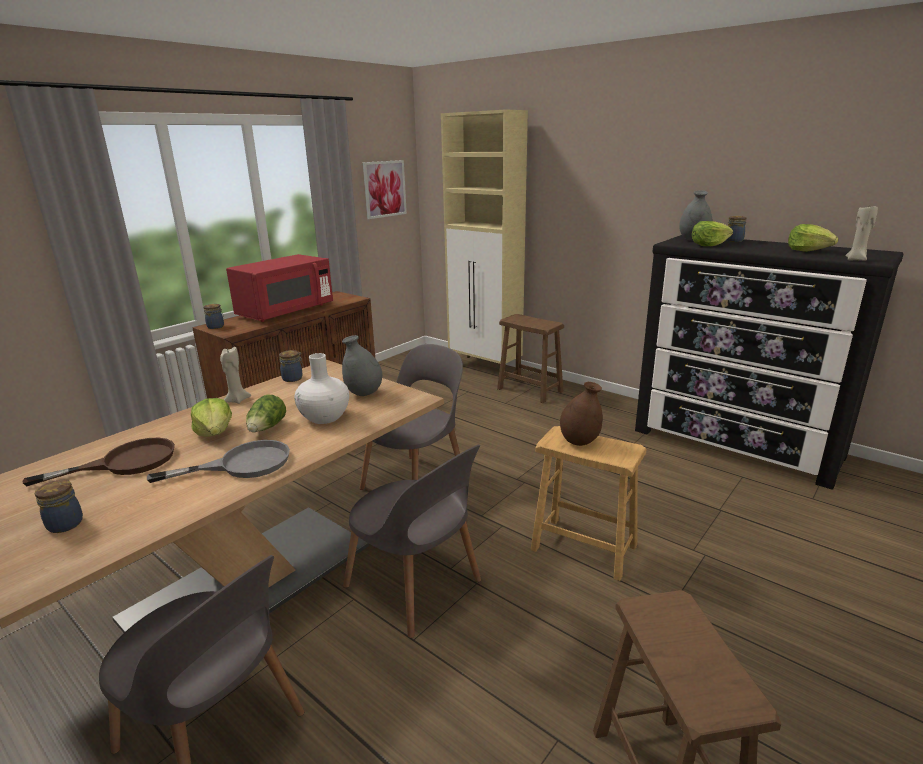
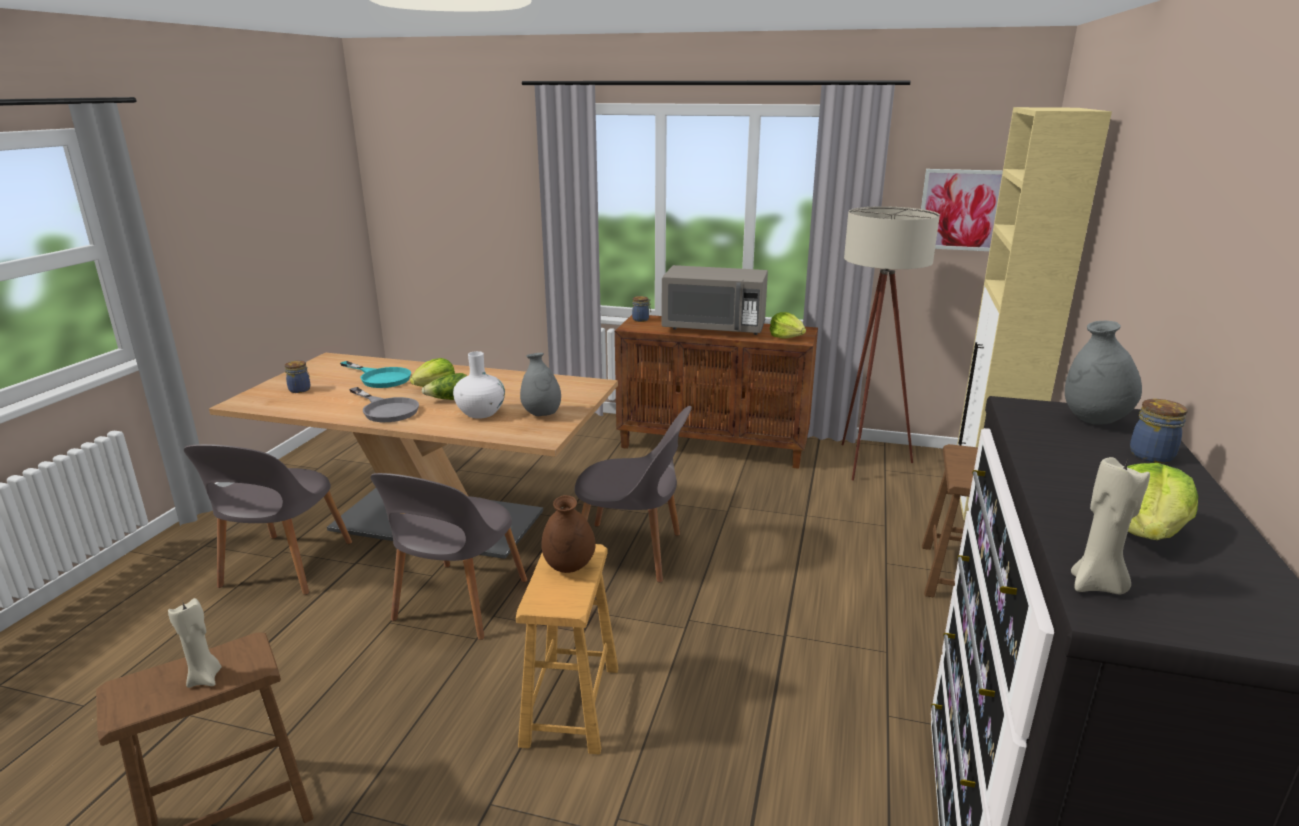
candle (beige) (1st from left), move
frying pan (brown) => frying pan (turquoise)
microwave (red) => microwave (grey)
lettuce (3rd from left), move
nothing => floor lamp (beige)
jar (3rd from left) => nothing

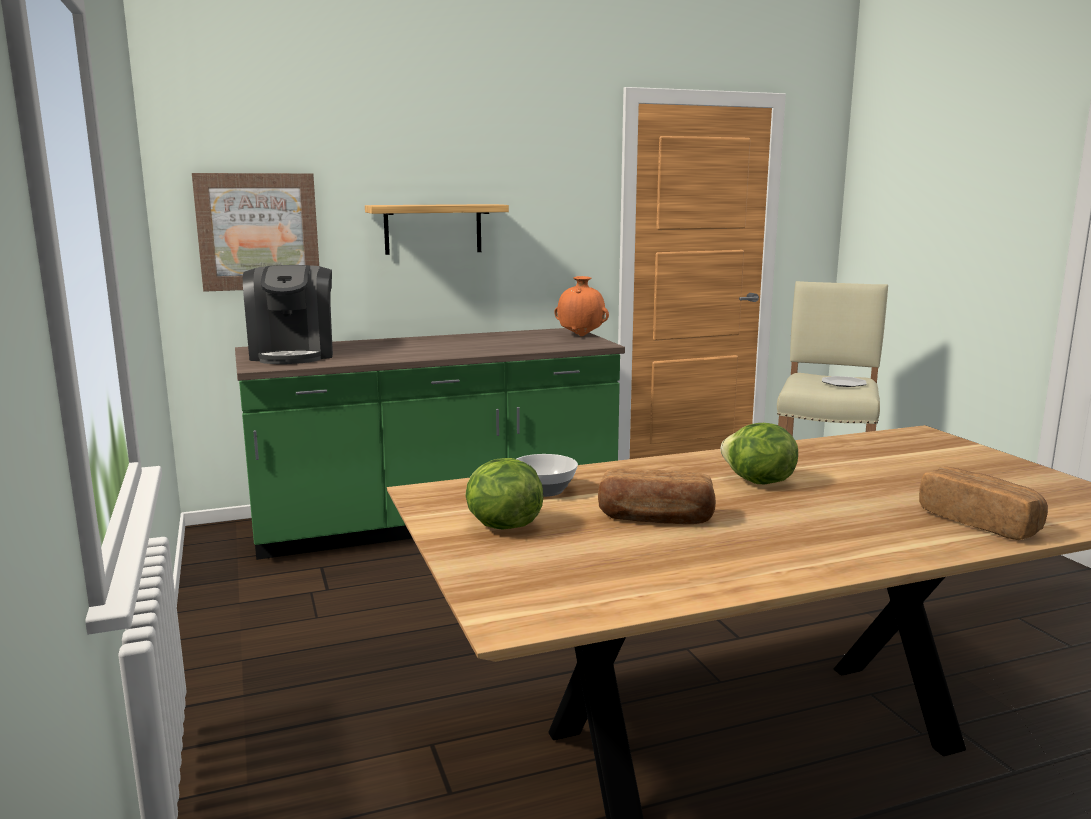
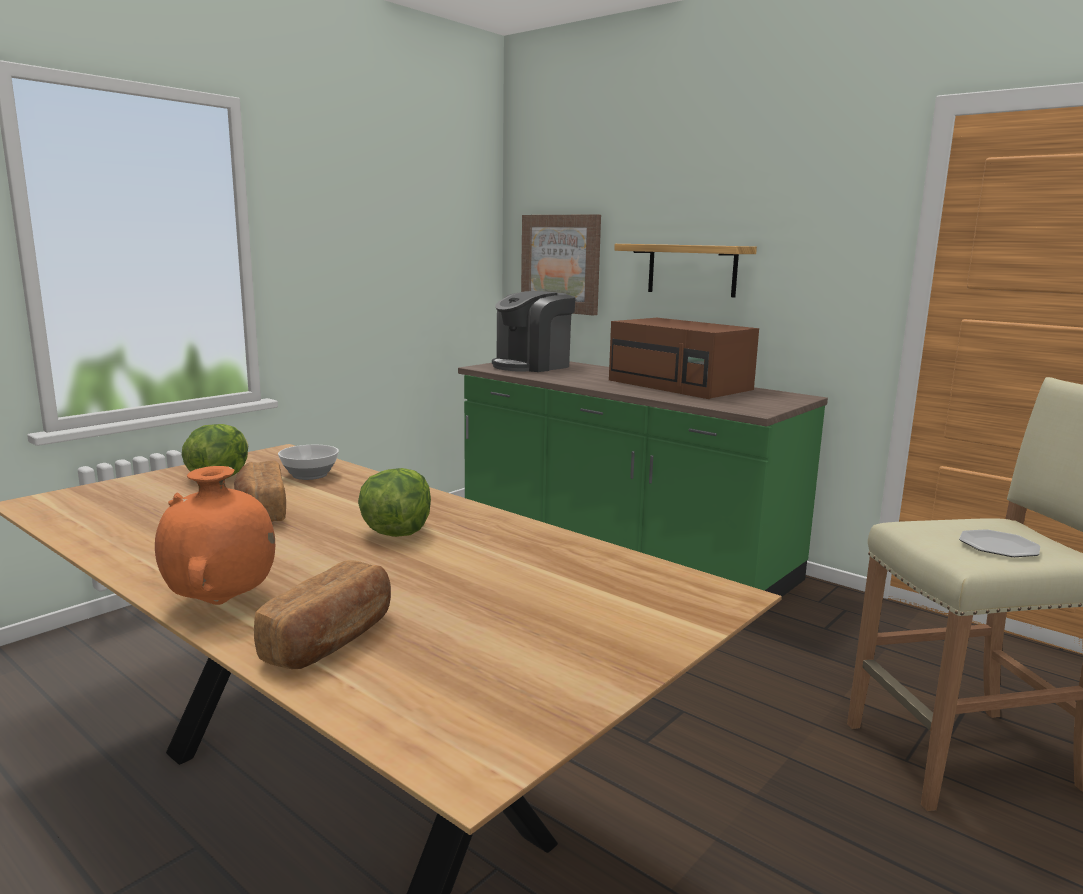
vase (orange), move
nothing => microwave (brown)

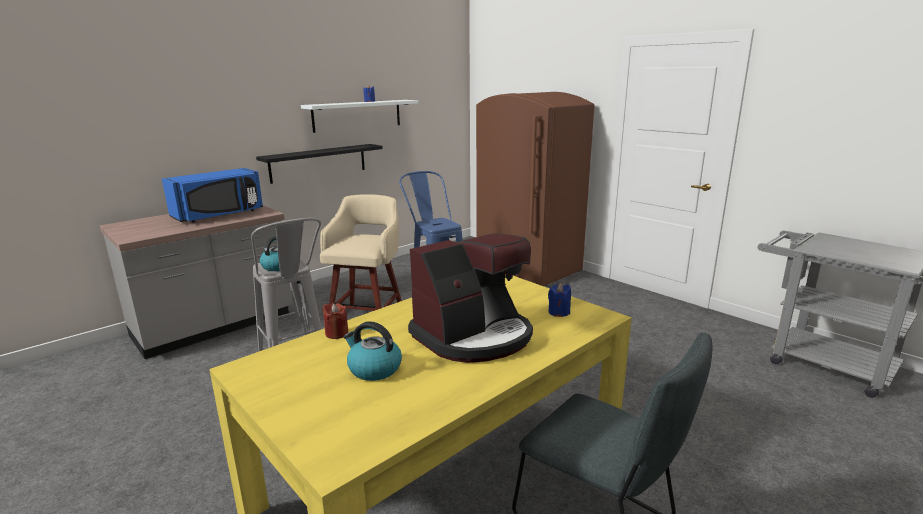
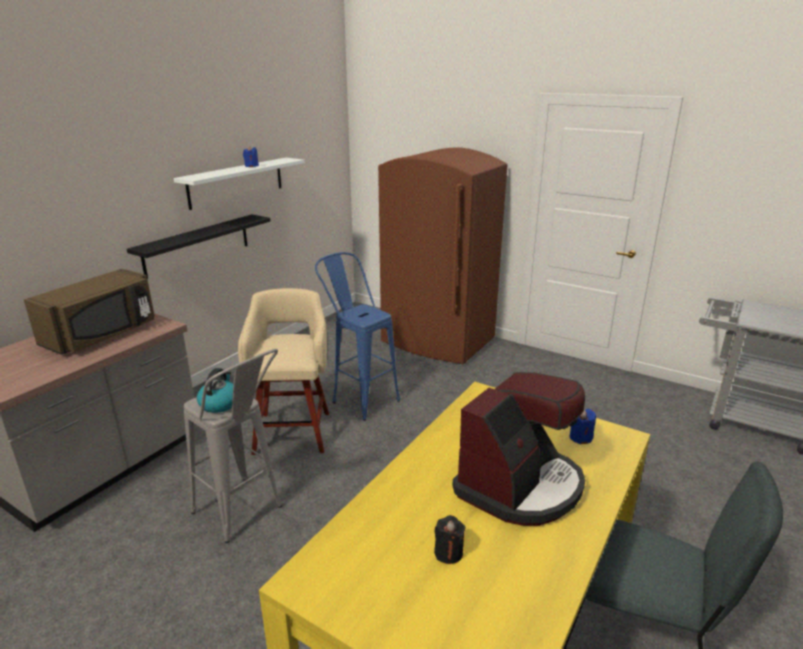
microwave (blue) => microwave (brown)
kettle (2nd from left) => candle (black)
candle (red) => nothing

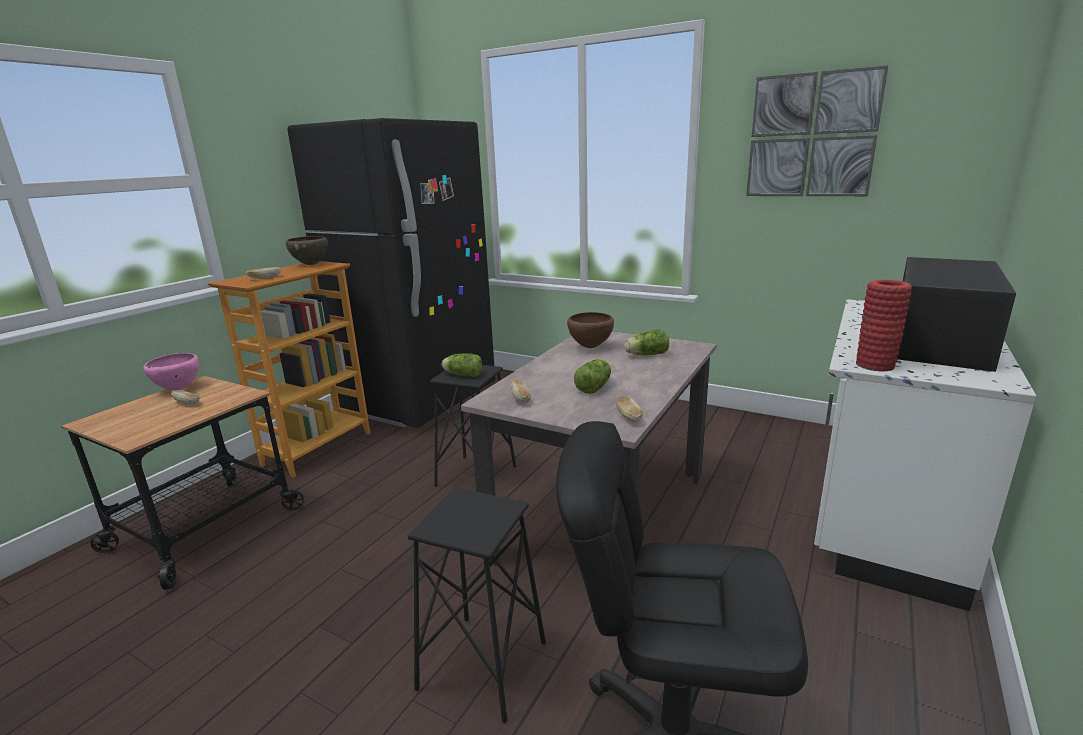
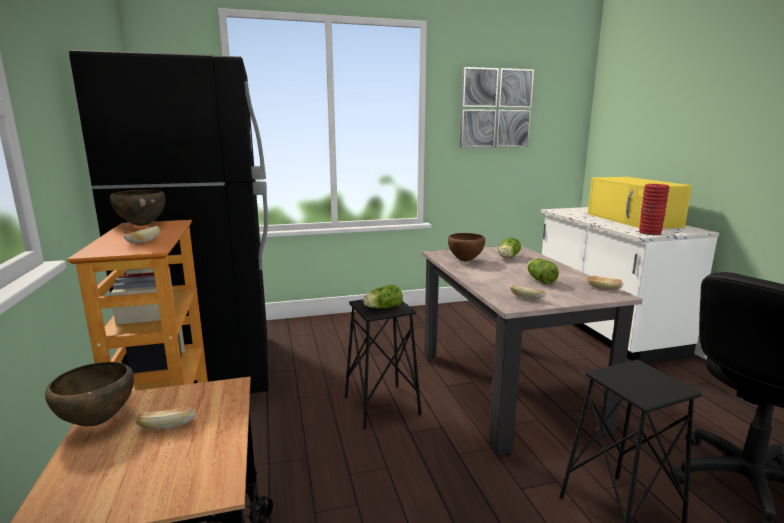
bowl (pink) => bowl (brown) (1st from left)
microwave (black) => microwave (yellow)

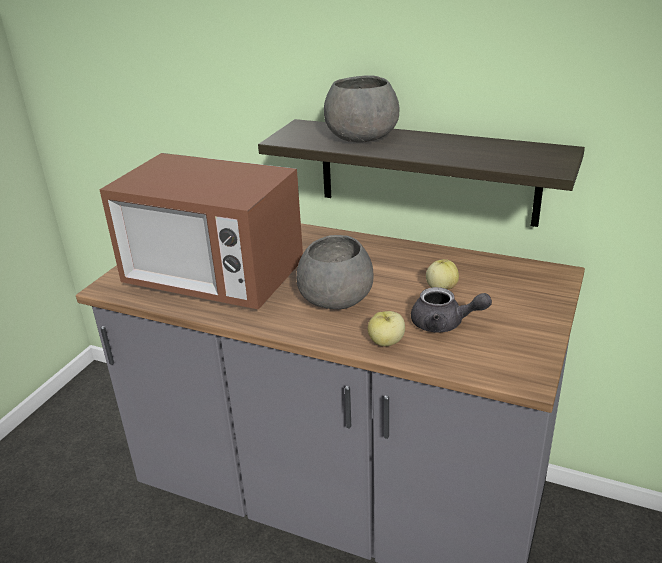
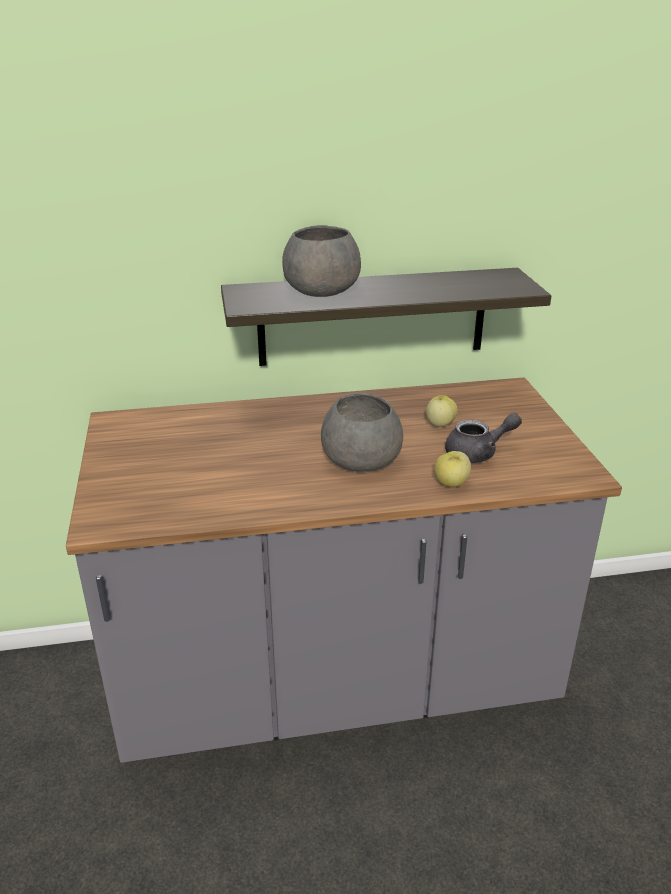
microwave => nothing

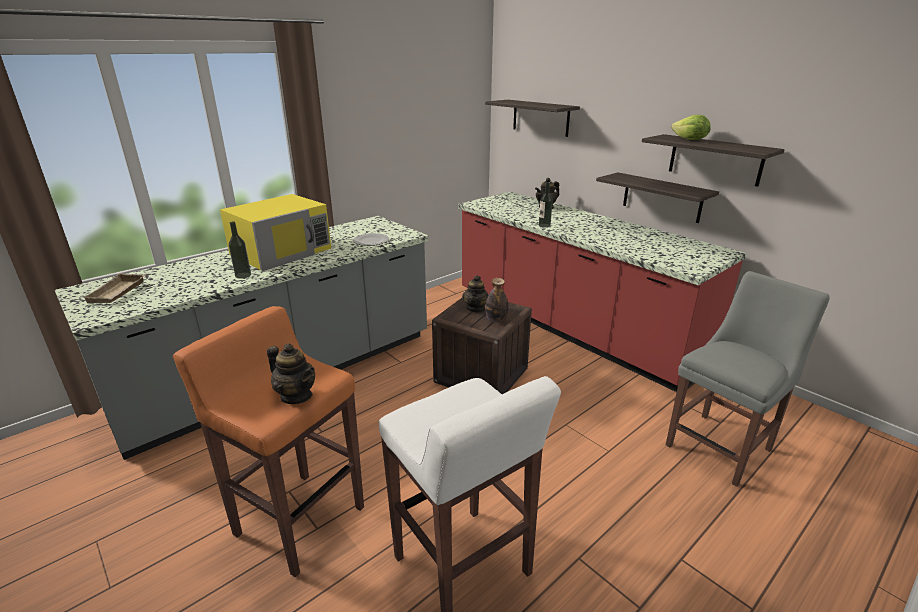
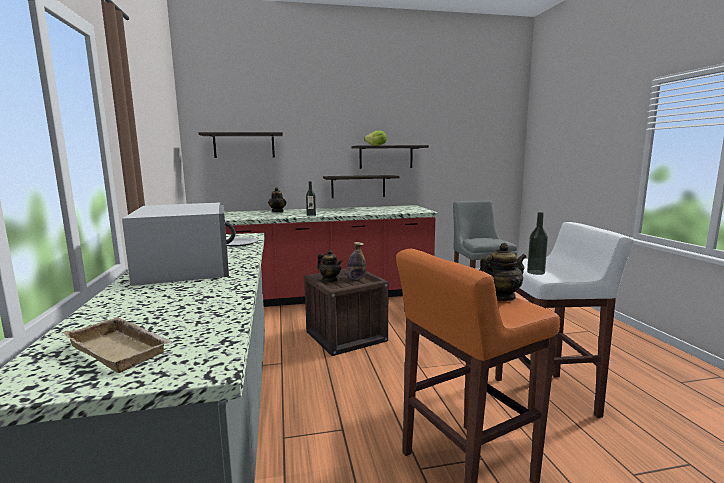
microwave (yellow) => microwave (white)
bottle (1st from left in the first image) => bottle (3rd from left), move

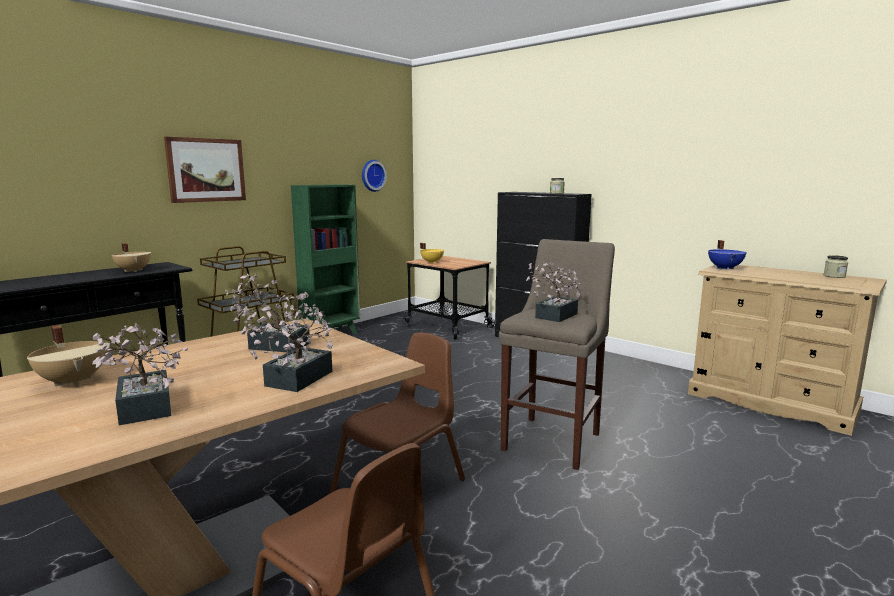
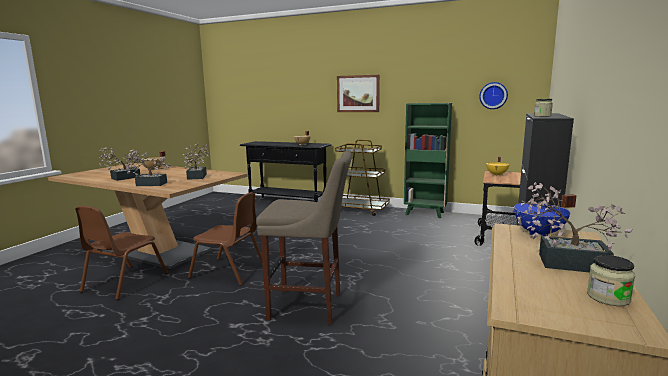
potted plant (4th from left), move

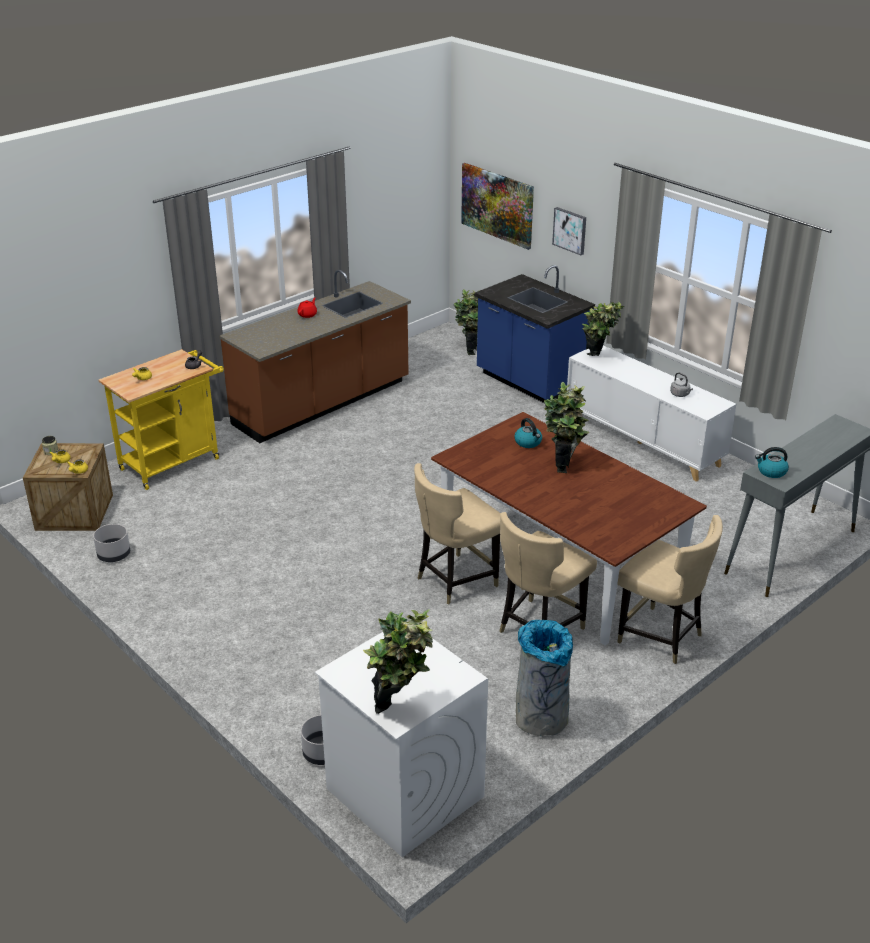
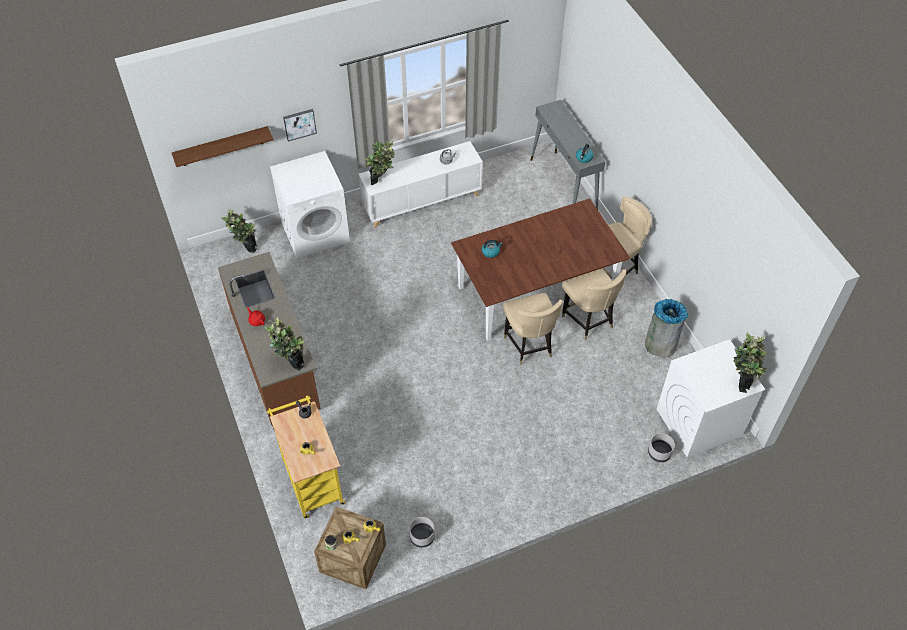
picture (1st from left) => shelf
potted plant (3rd from left in the first image) => potted plant (2nd from left), move
counter (blue) => washing machine (white) (1st from left)

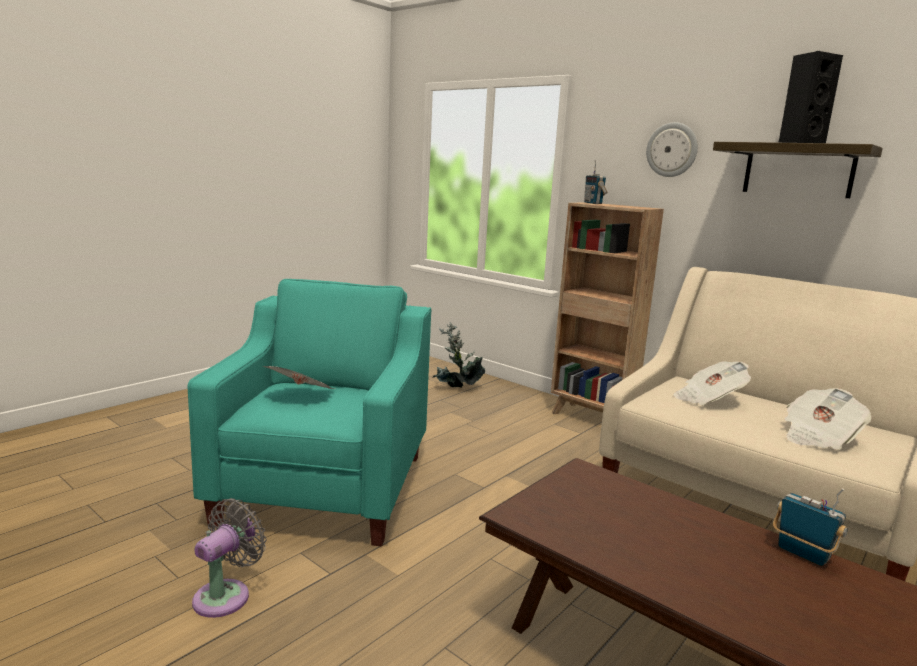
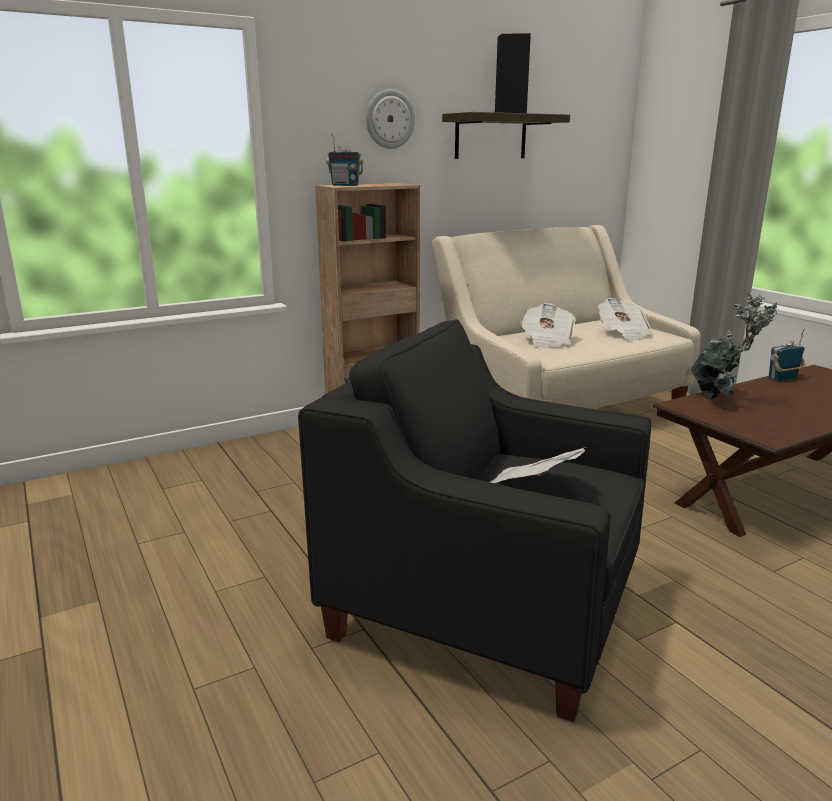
armchair (turquoise) => armchair (black)
potted plant, move
fan (grey) => nothing

